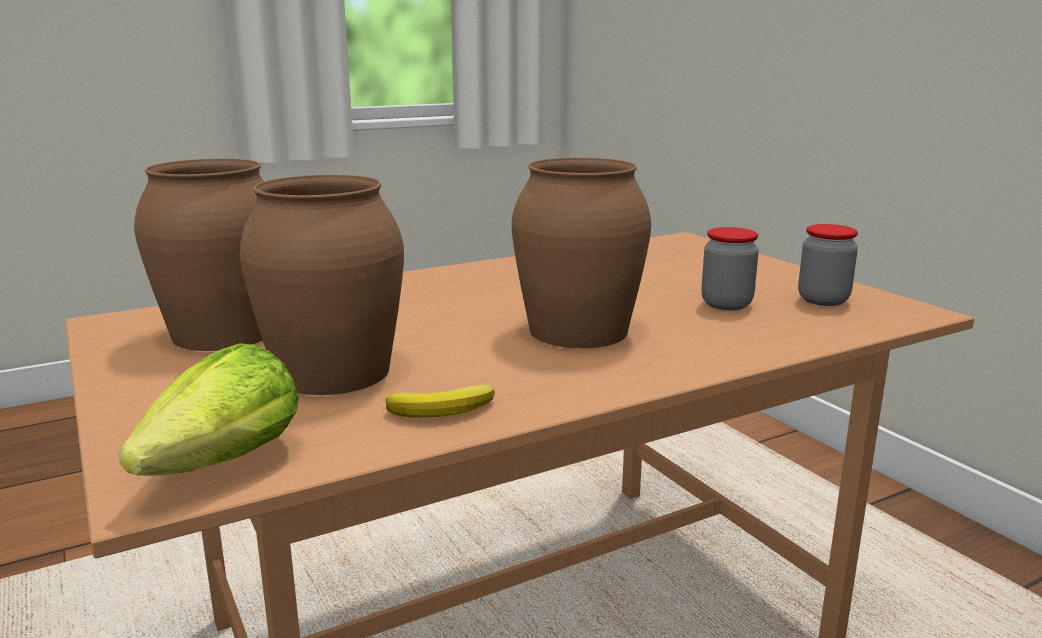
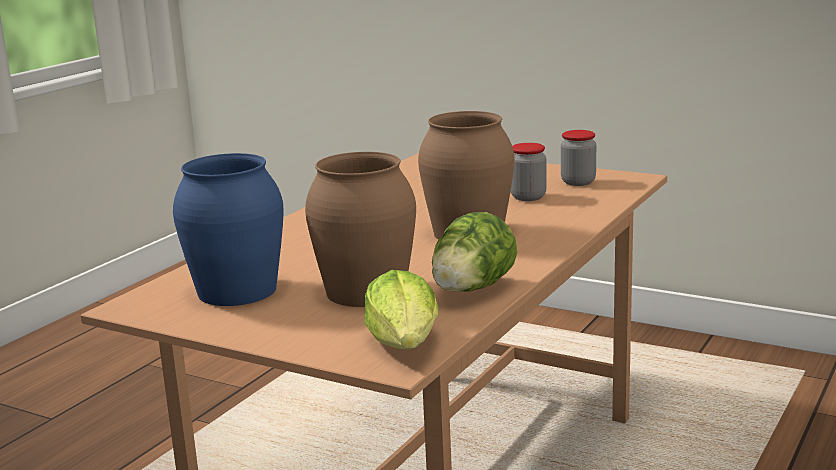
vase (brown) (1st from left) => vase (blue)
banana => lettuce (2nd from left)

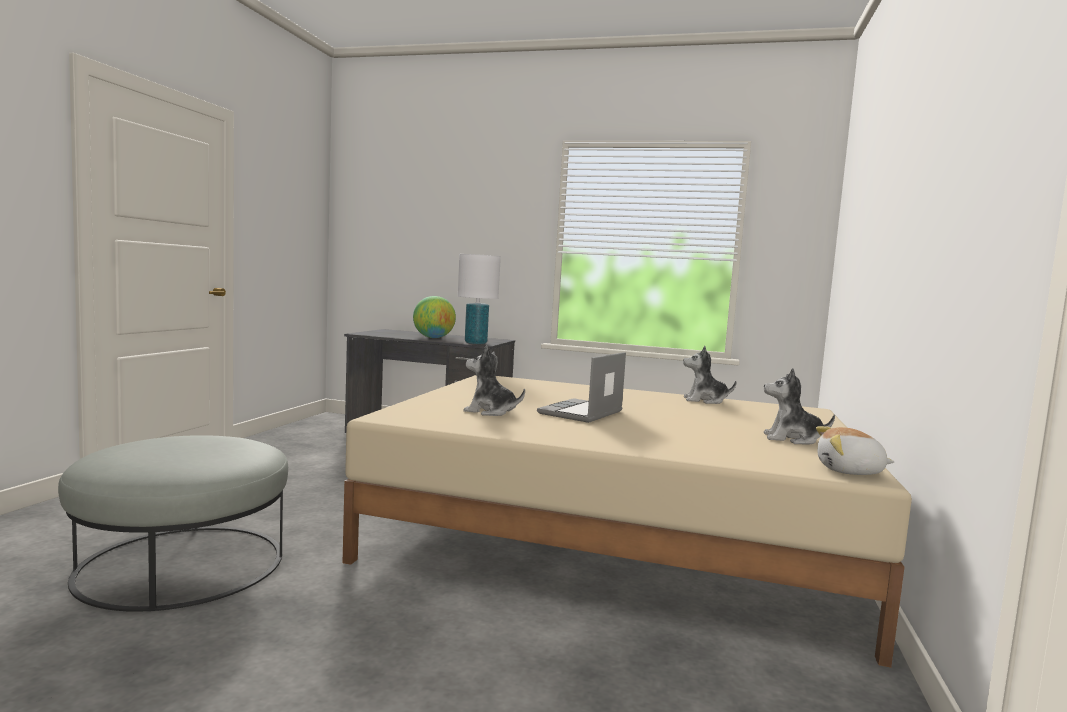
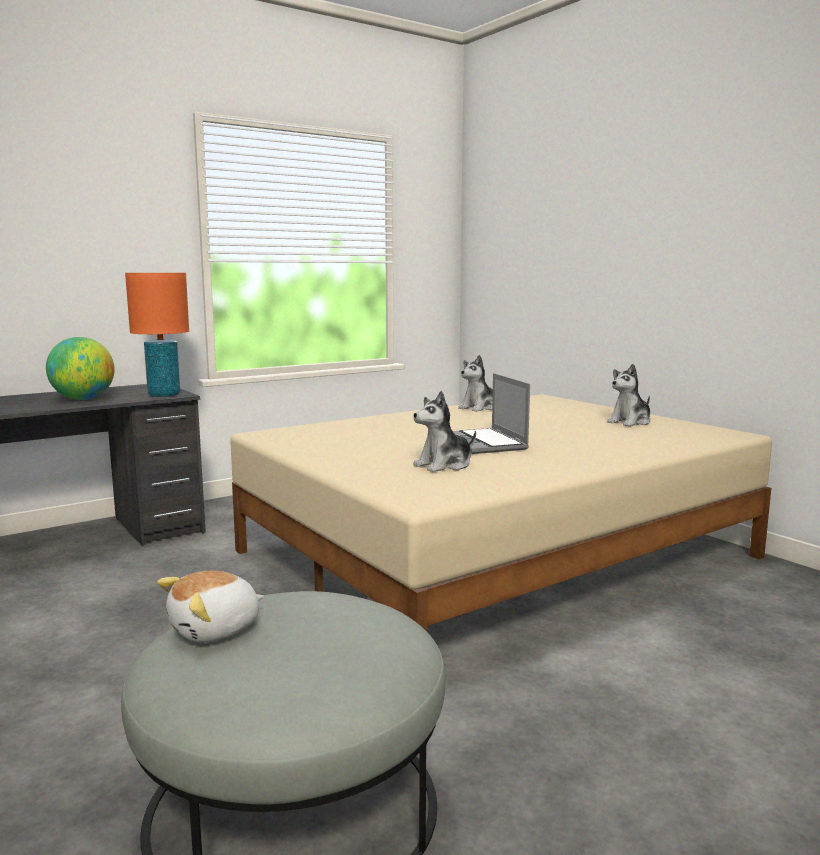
table lamp (white) => table lamp (orange)
plush toy (4th from left in the first image) => plush toy (1st from left), move

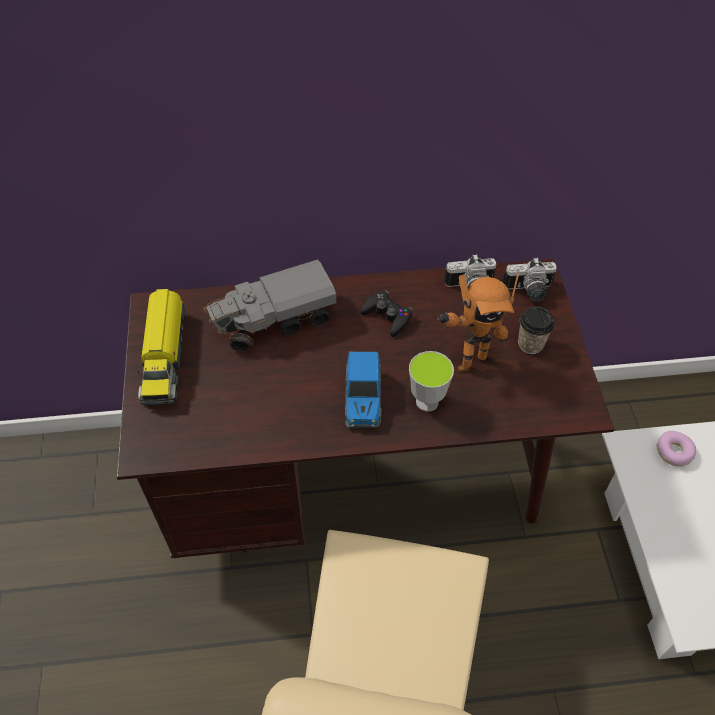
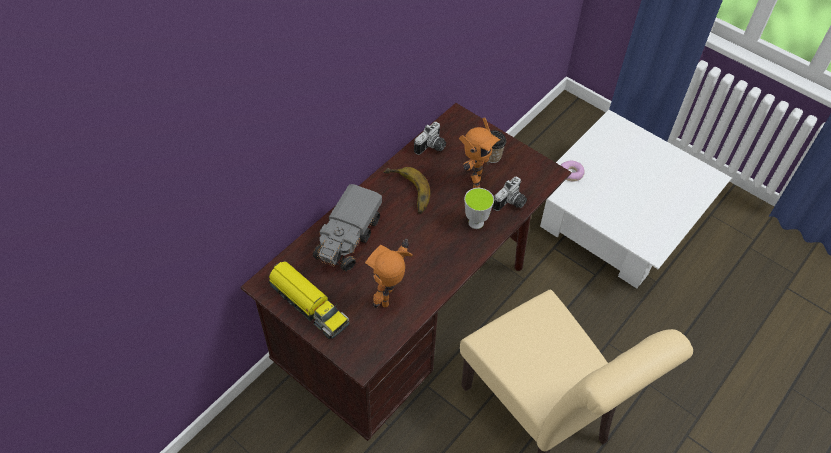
nothing => toy robot (1st from left)
game controller (black) => banana
photo camera (2nd from left), move
toy car => nothing

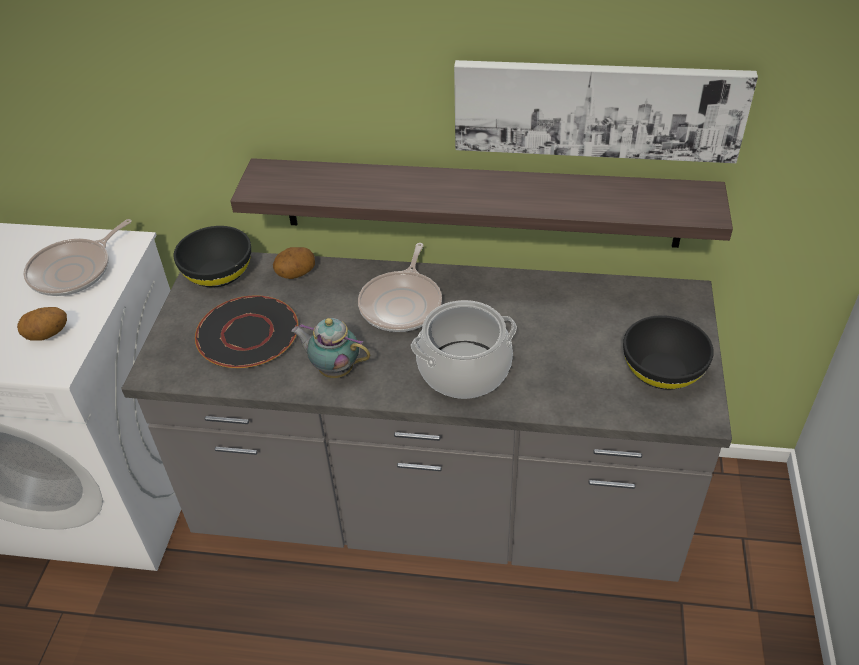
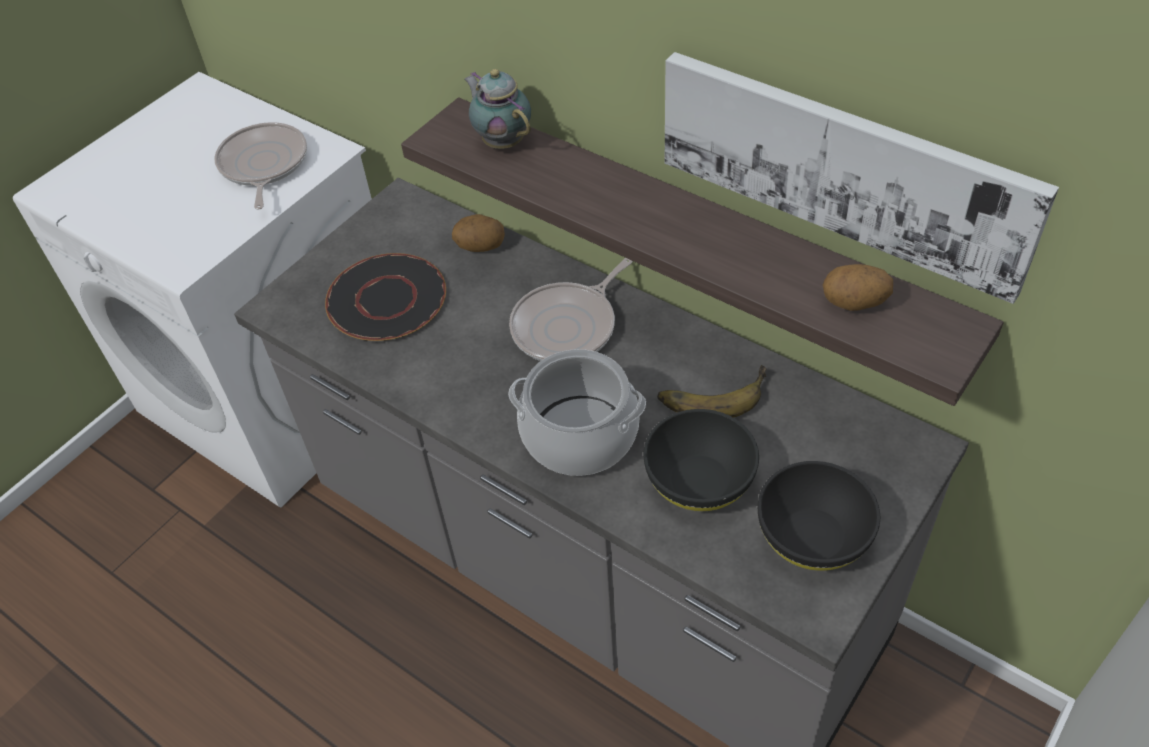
frying pan (1st from left), 105 degrees clockwise
teapot, move
bowl (black) (1st from left), move
nothing => banana
potato (1st from left in the first image) => potato (2nd from left), move

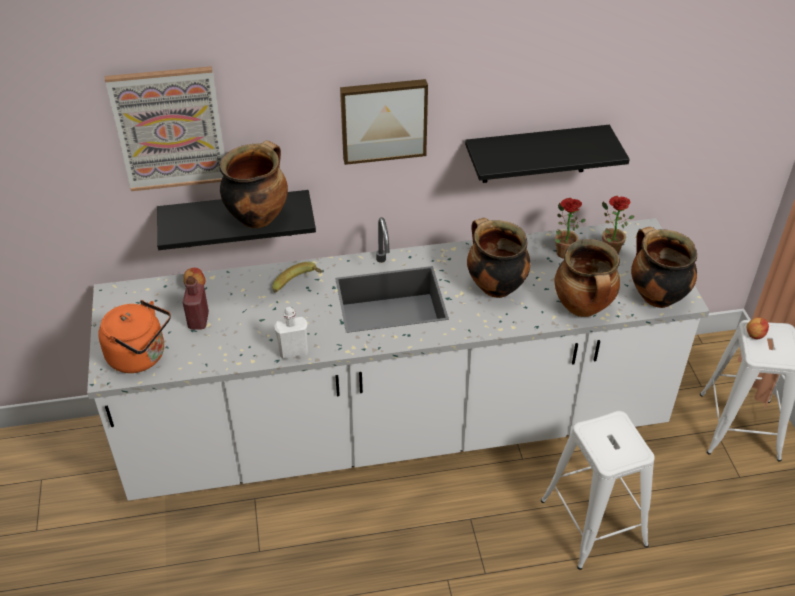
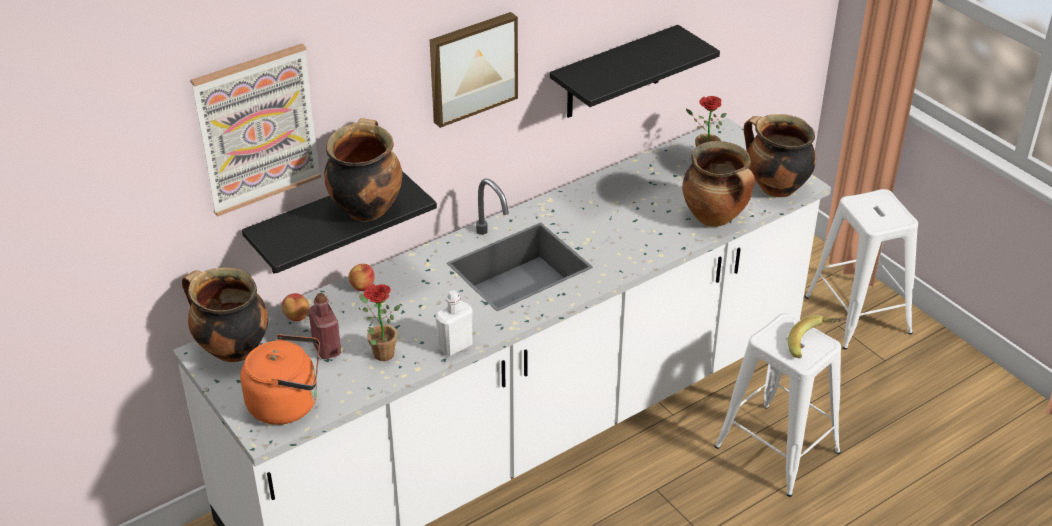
cooking pot (2nd from left in the first image) => cooking pot (1st from left), move
apple (2nd from left), move
potted plant (1st from left), move
banana, move

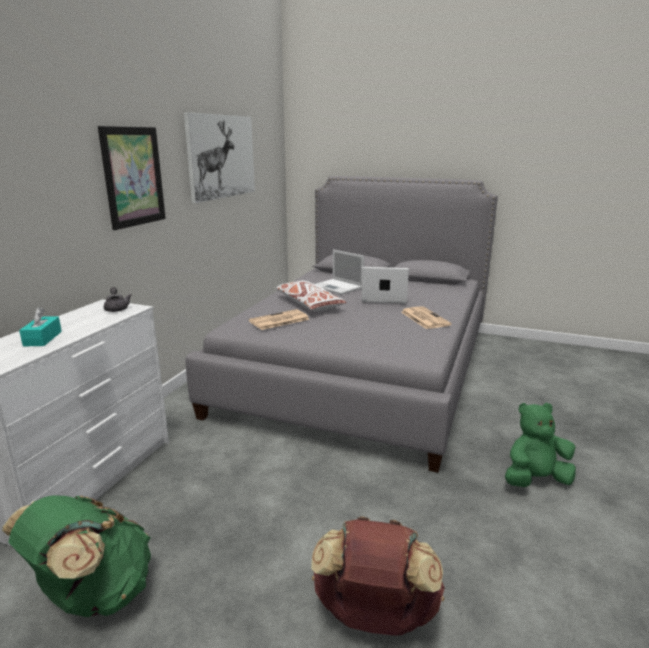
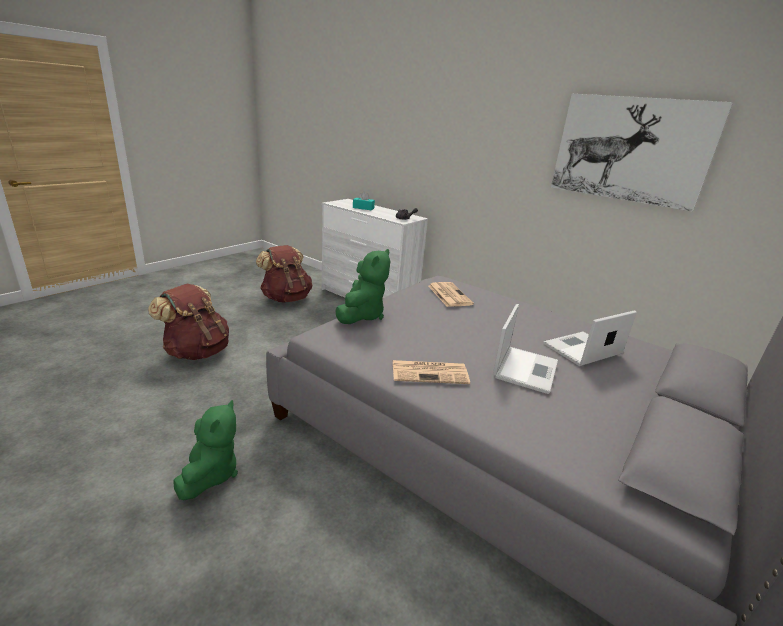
backpack (green) => backpack (brown) (2nd from left)
nothing => plush toy (green) (2nd from left)
picture (1st from left) => nothing
pillow (white) => nothing

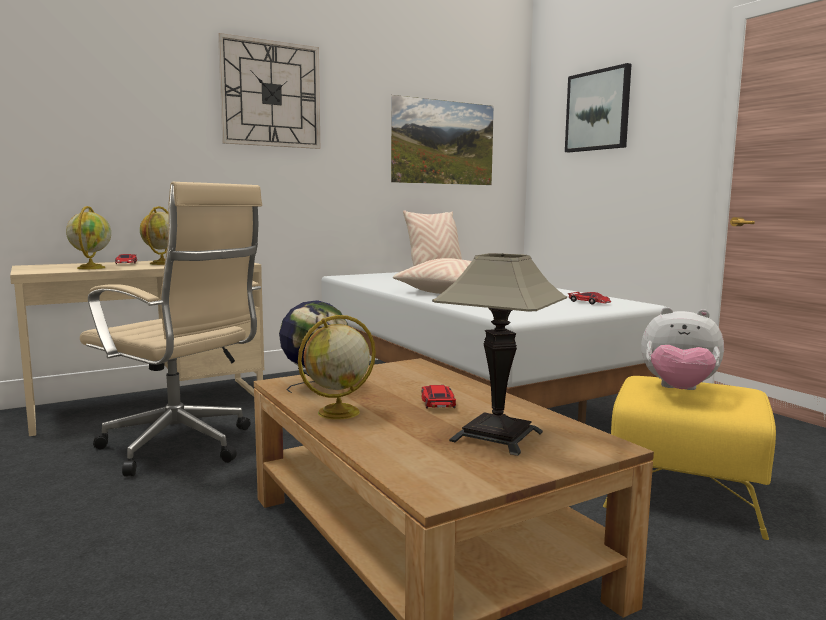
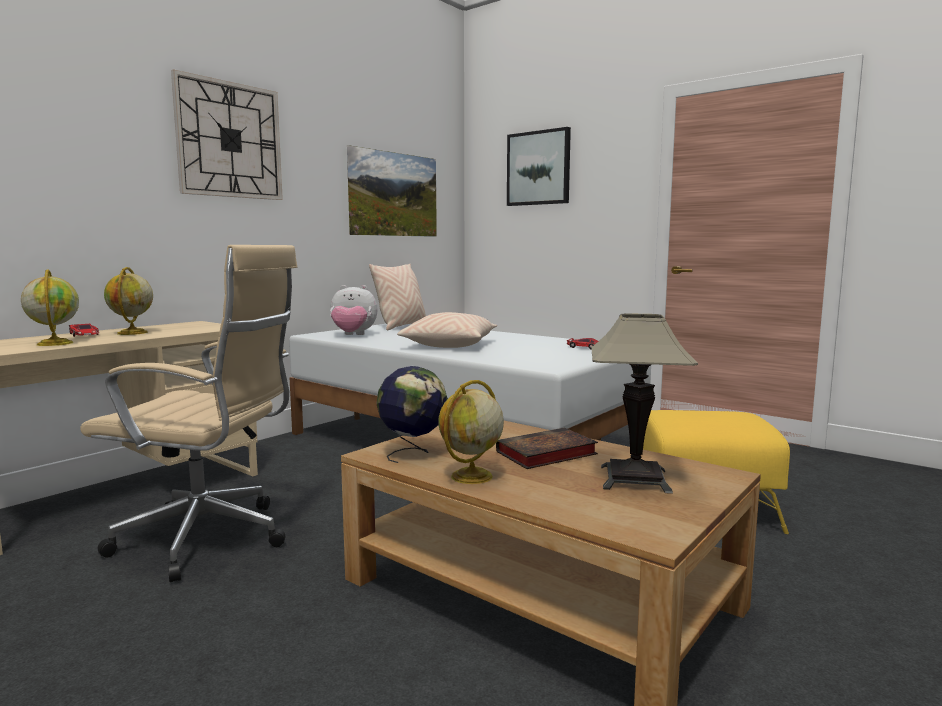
plush toy, move
toy car (2nd from left) => book

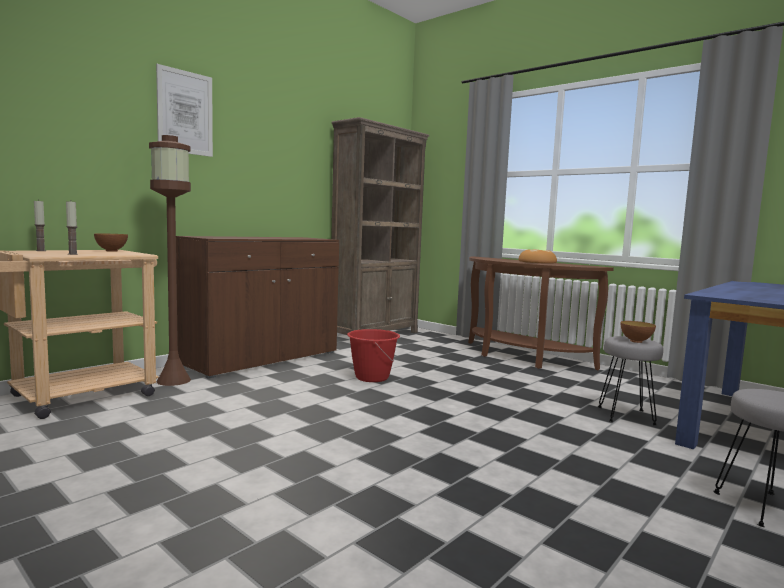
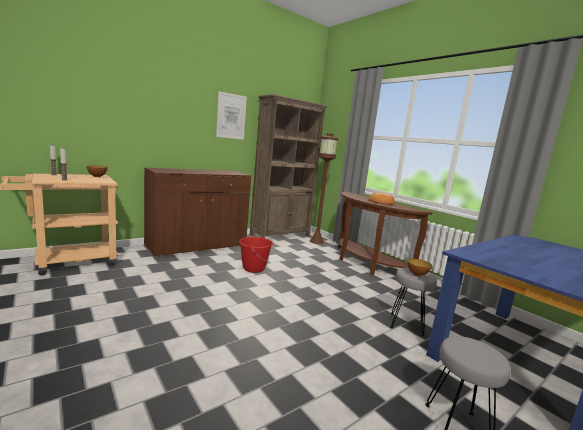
picture, move
floor lamp (brown), move

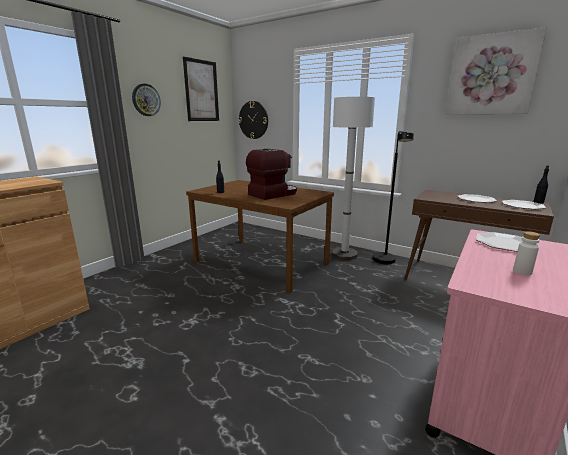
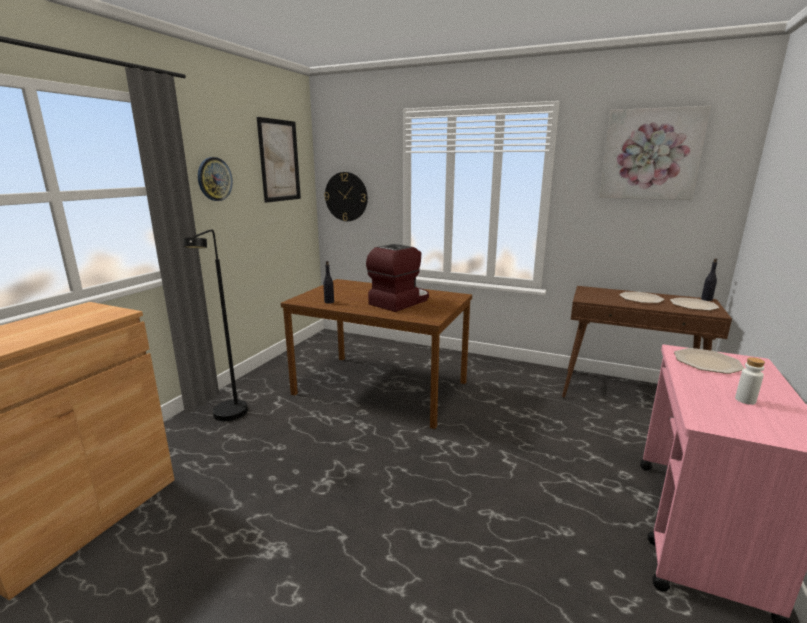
floor lamp (black), move
floor lamp (white) => nothing

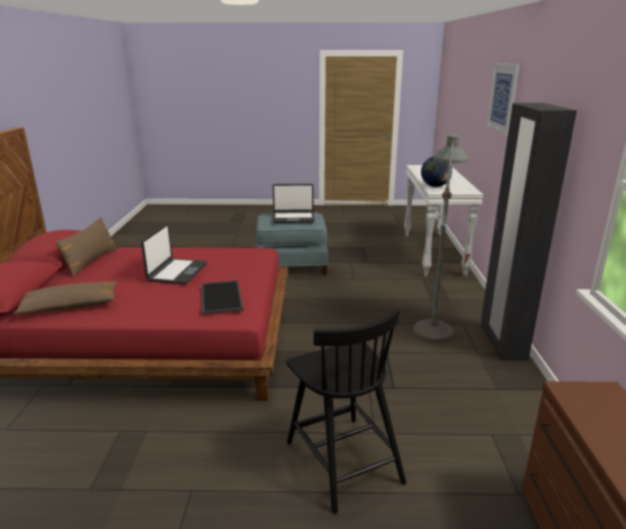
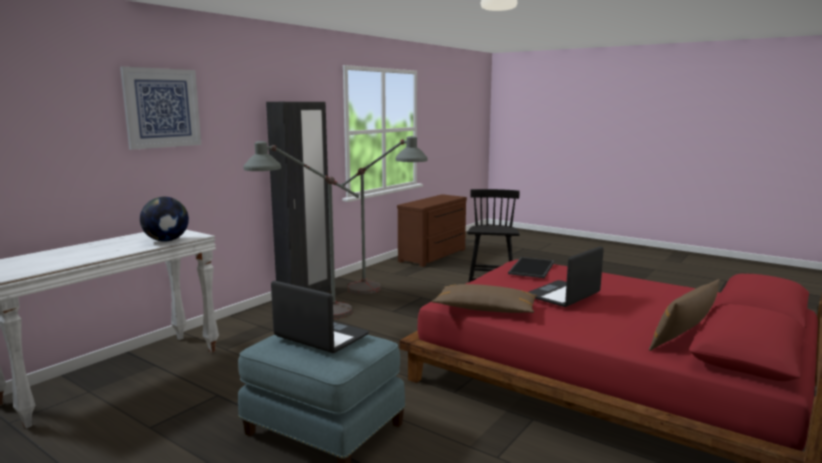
nothing => floor lamp (grey) (2nd from left)
pillow (brown) (1st from left), move

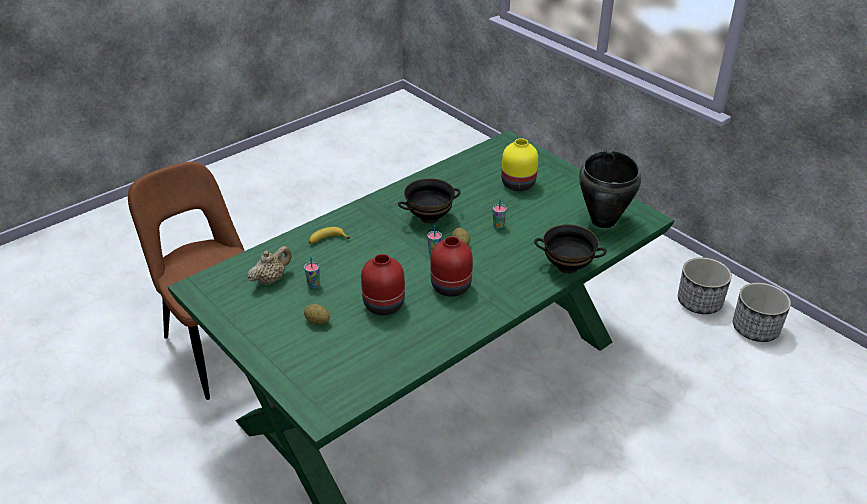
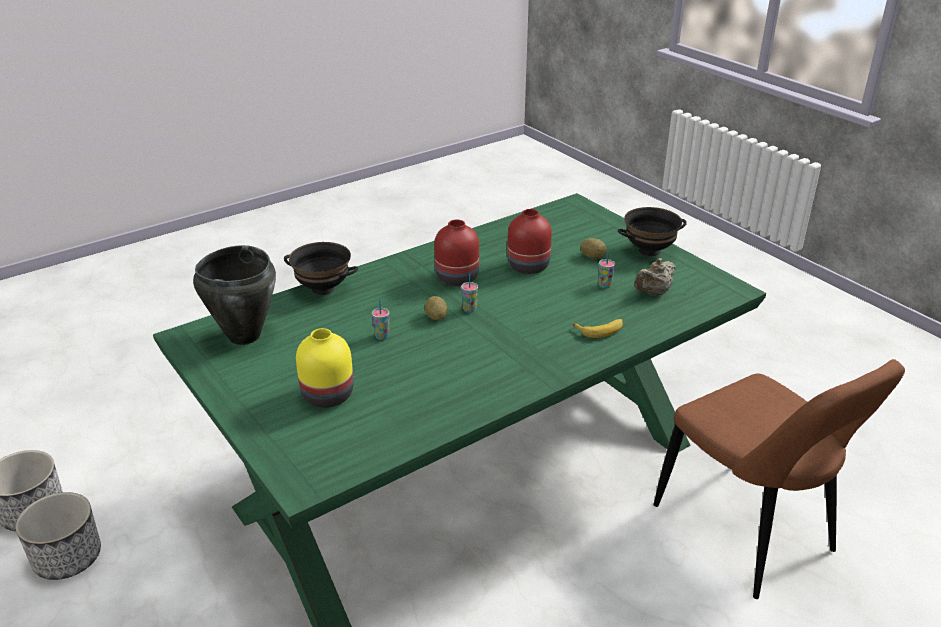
bowl (black) (1st from left in the first image) => bowl (black) (2nd from left), move

